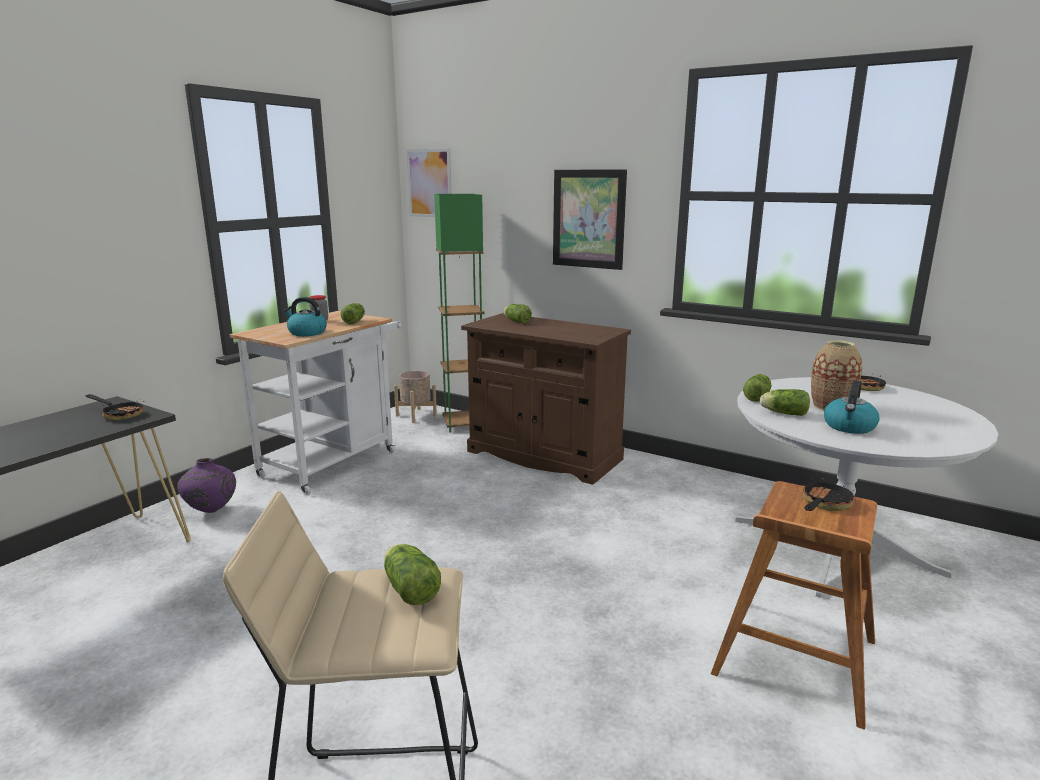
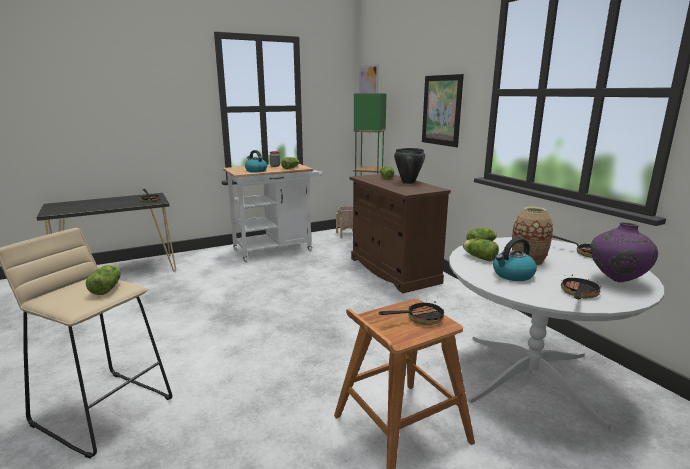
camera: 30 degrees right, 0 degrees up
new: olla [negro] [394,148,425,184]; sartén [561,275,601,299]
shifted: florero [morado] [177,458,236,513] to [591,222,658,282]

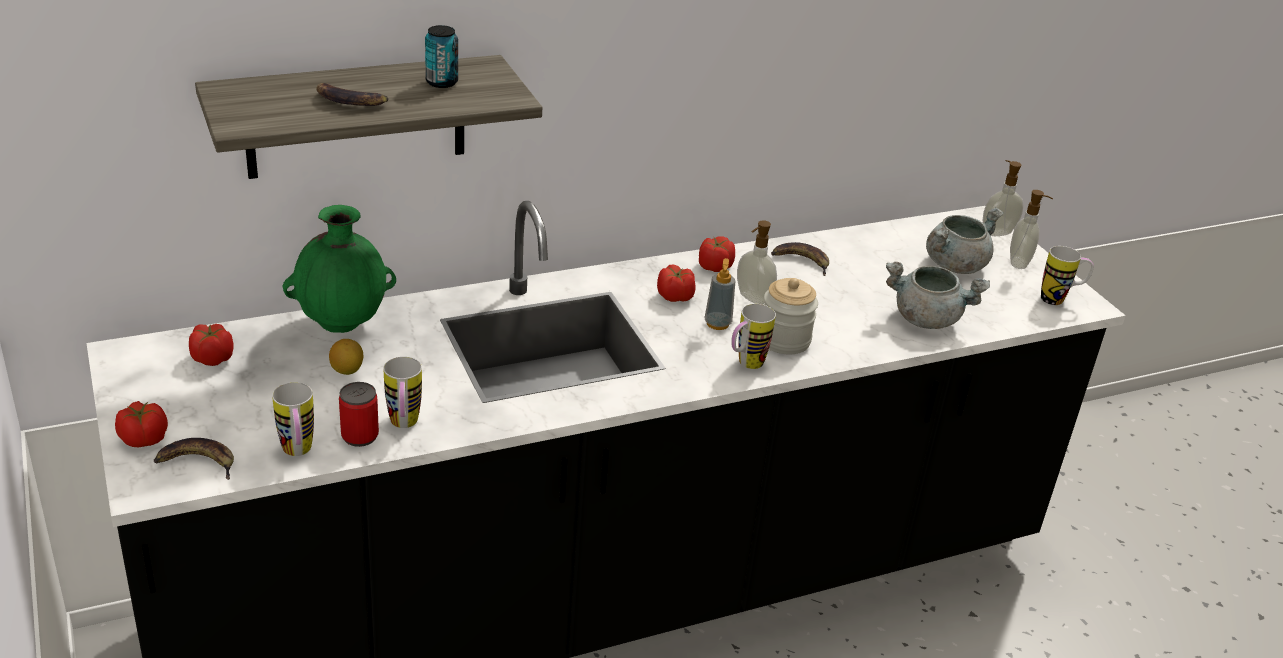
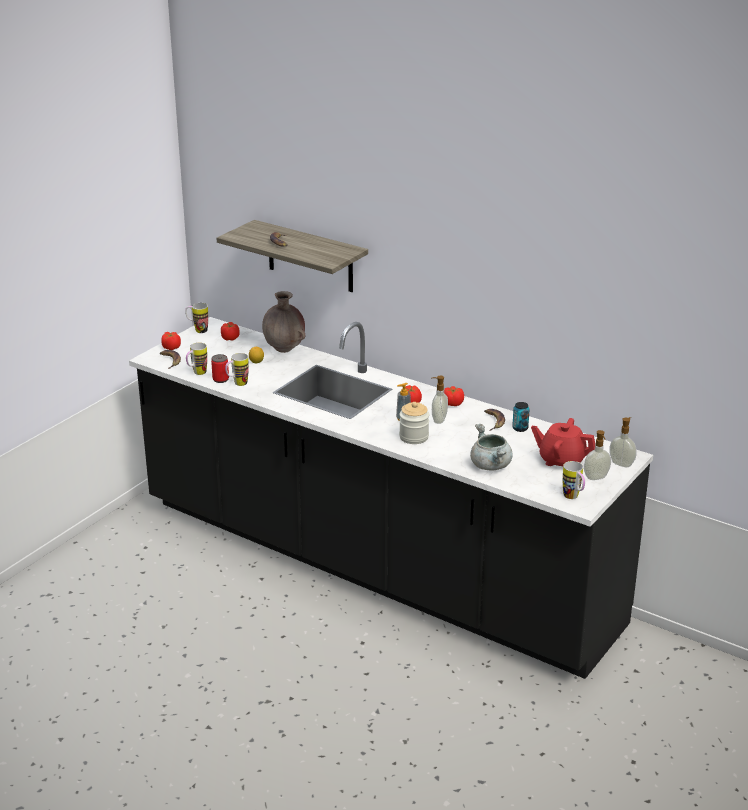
camera: 60 degrees right, 5 degrees down
shifted: lata [425,25,458,88] to [512,402,530,432]; taza grande [731,304,776,369] to [185,303,208,333]
swapped: olla [gris] [926,207,1004,274] to tetera [rojo] [531,418,595,466]
repainted: florero [verde] [282,205,396,333] to florero [marrón] [262,291,306,353]

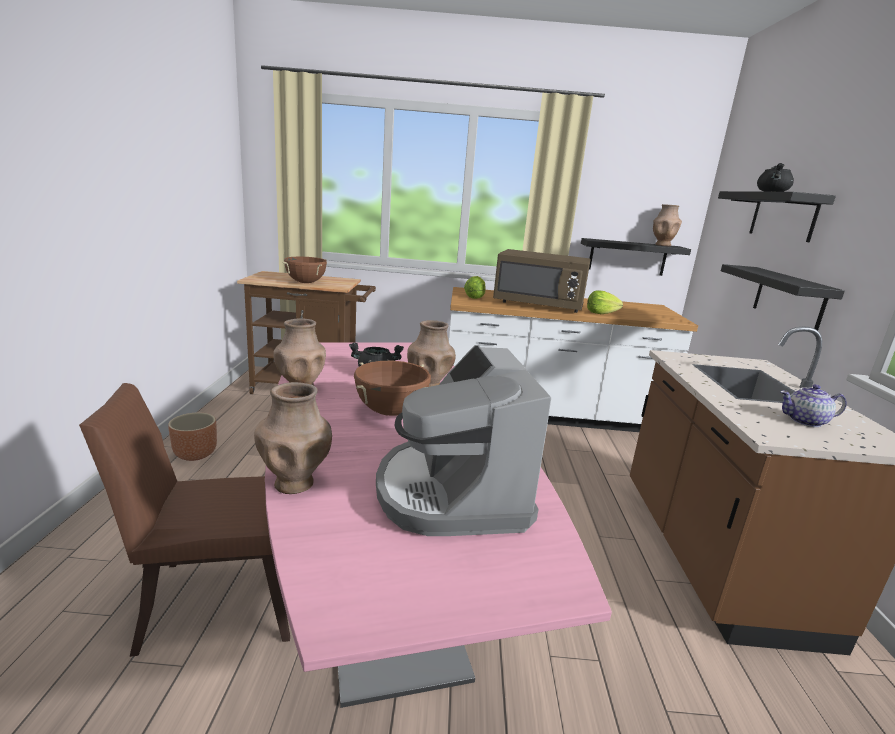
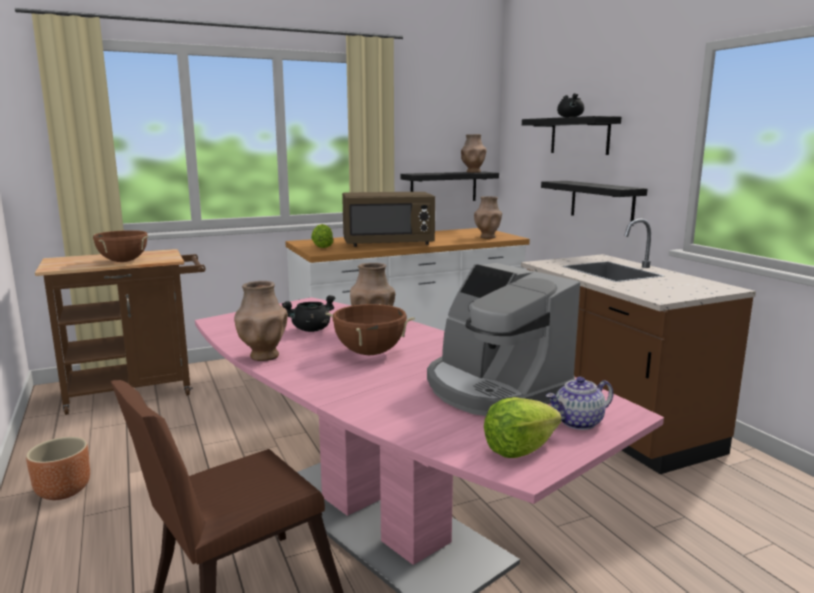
camera: 25 degrees left, 5 degrees down
shifted: florero [marrón] [254,382,332,494] to [474,196,502,239]; lechuga [587,290,623,314] to [484,397,562,458]; tetera [780,384,847,427] to [546,377,613,430]

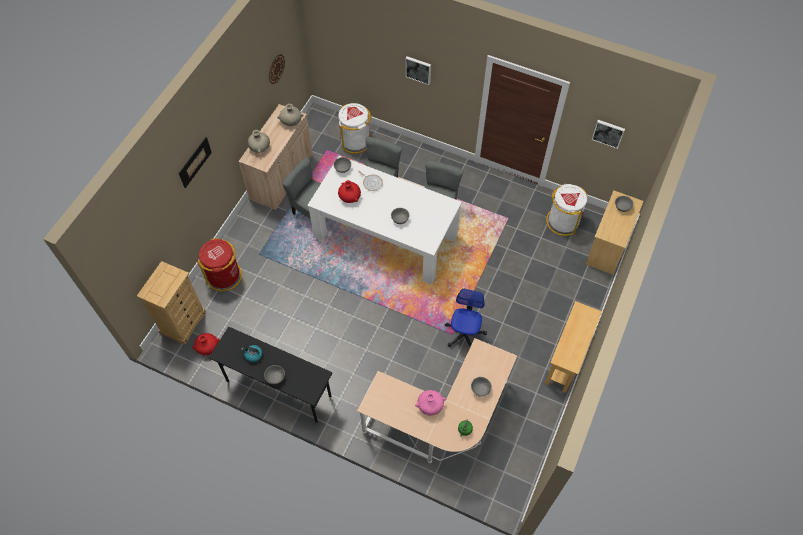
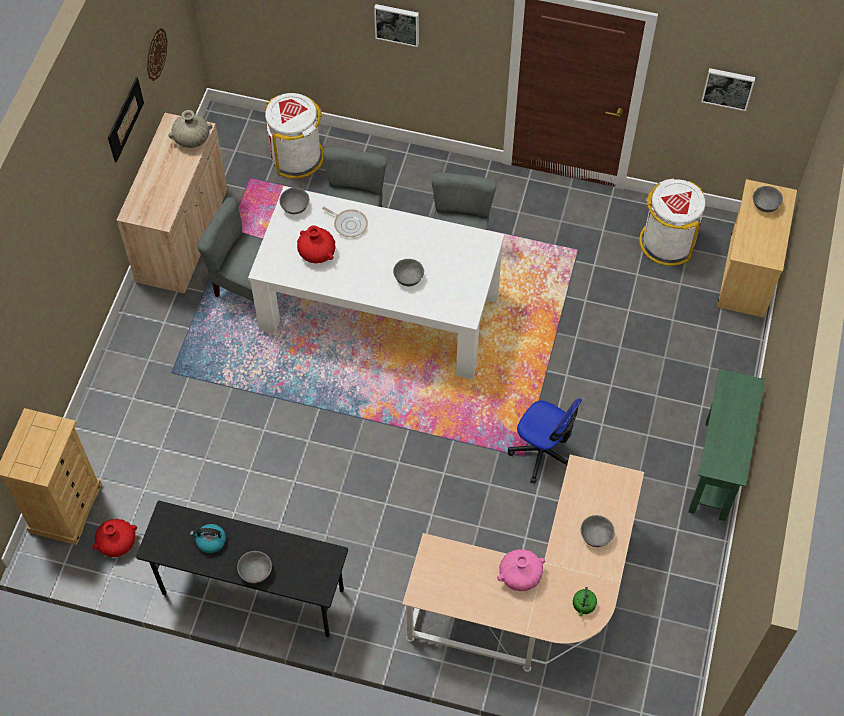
camera: 10 degrees left, 0 degrees up
gone: papelera [rojo] [197,238,242,292]; florero [beis] [248,130,270,153]
shifted: cuadro [179,137,212,188] to [108,77,144,163]
repainted: mesa consola [beis] [545,301,602,393] to mesa consola [verde] [688,369,765,521]
rotated: silla de oficina [445,289,487,347] = [508,398,582,484] 120 degrees clockwise

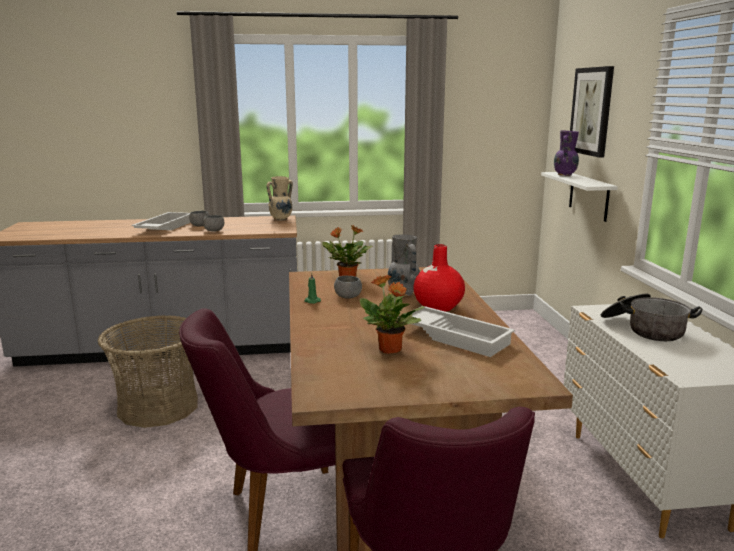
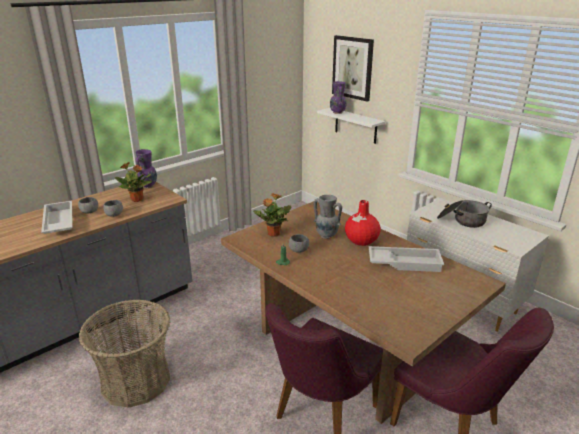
camera: 35 degrees left, 10 degrees up
shifted: planta en maceta [360,275,425,354] to [115,162,152,202]
repainted: florero [beis] [267,176,293,221] to florero [morado] [136,149,157,188]

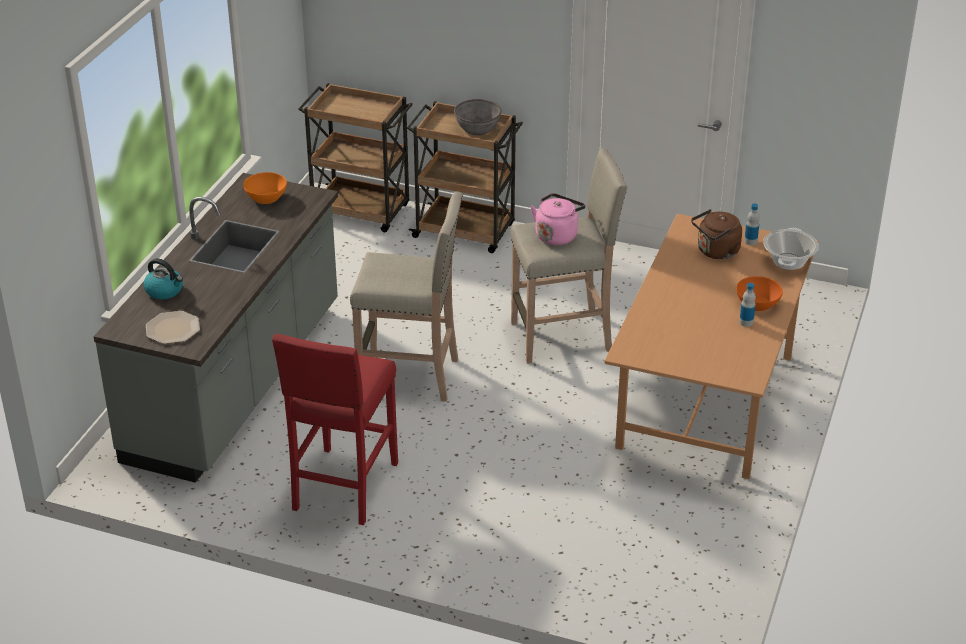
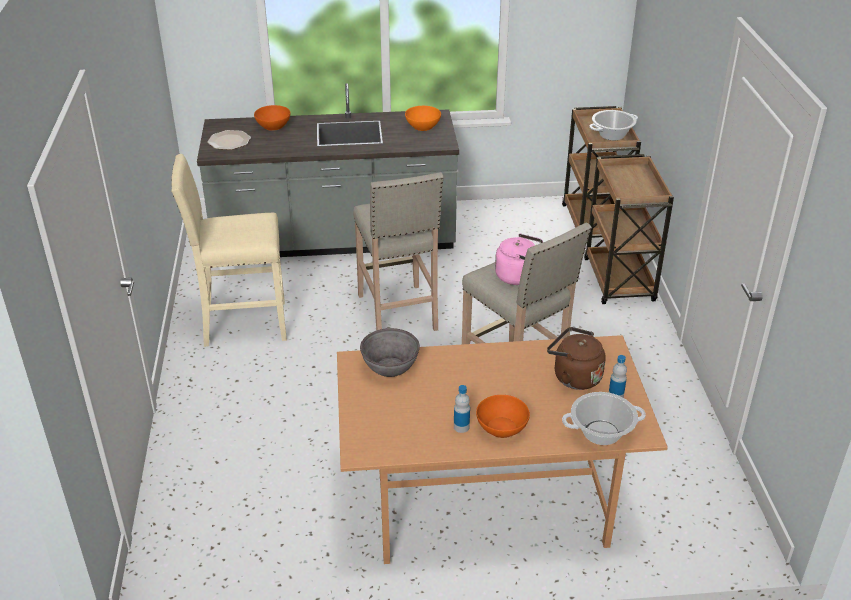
camera: 65 degrees right, 0 degrees up
new: olla [589,110,638,140]
shifted: cuenco [gris] [454,99,501,135] to [360,328,420,377]
swapped: hervidor [144,258,183,299] to cuenco [naranja] [254,105,291,131]
repainted: taburete [rojo] [272,334,398,525] to taburete [beis] [171,154,287,347]

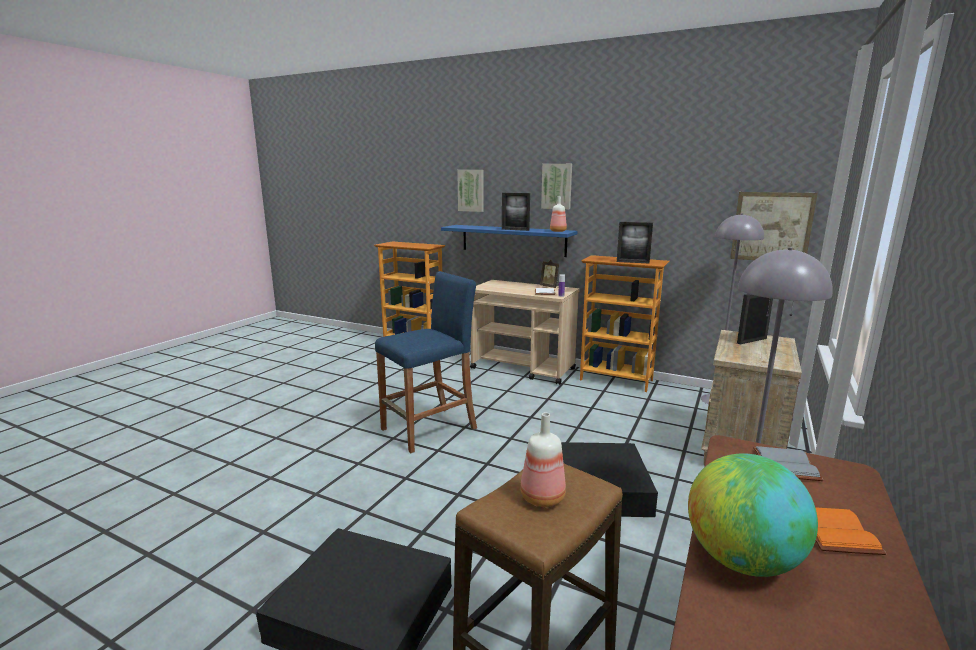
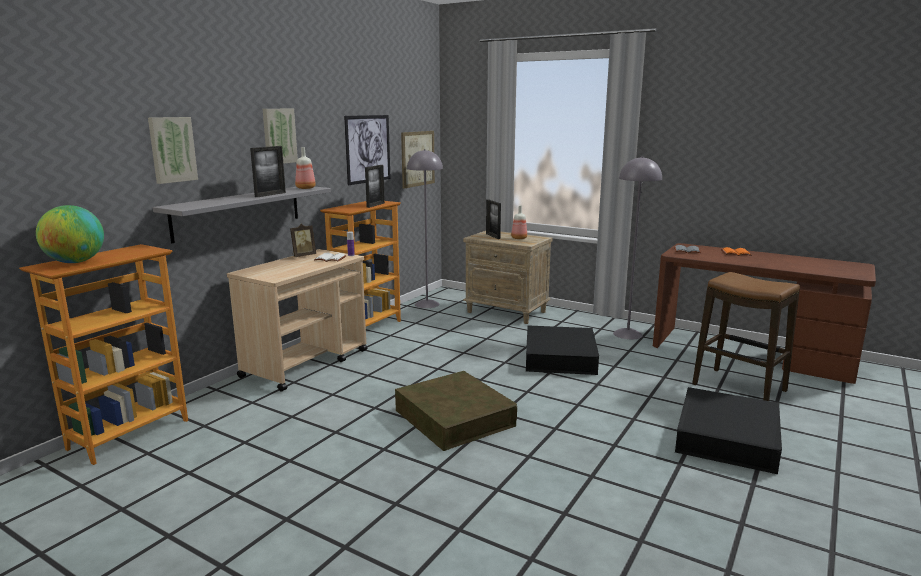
camera: 85 degrees left, 0 degrees up
new: cuadro [344,115,391,185]
shifted: botella [520,412,566,507] to [511,205,527,239]; globo terráqueo [688,453,818,577] to [36,205,104,263]
swapped: taburete [azul] [375,271,477,453] to caja de almacenaje [marrón] [395,371,517,451]
repainted: estante [azul] [441,225,578,257] to estante [gris] [153,187,331,243]

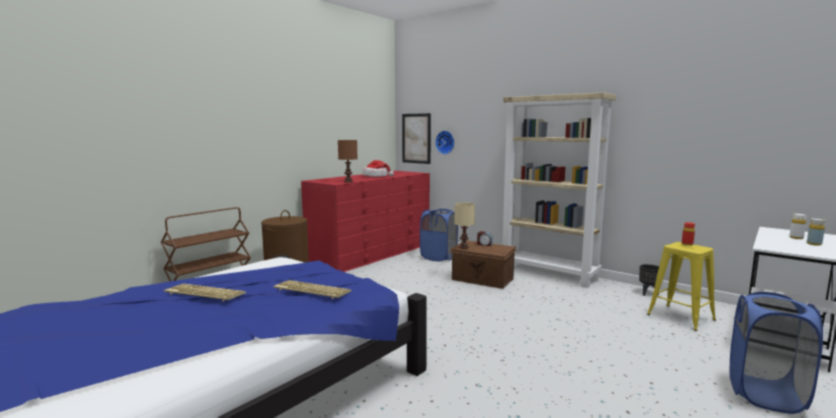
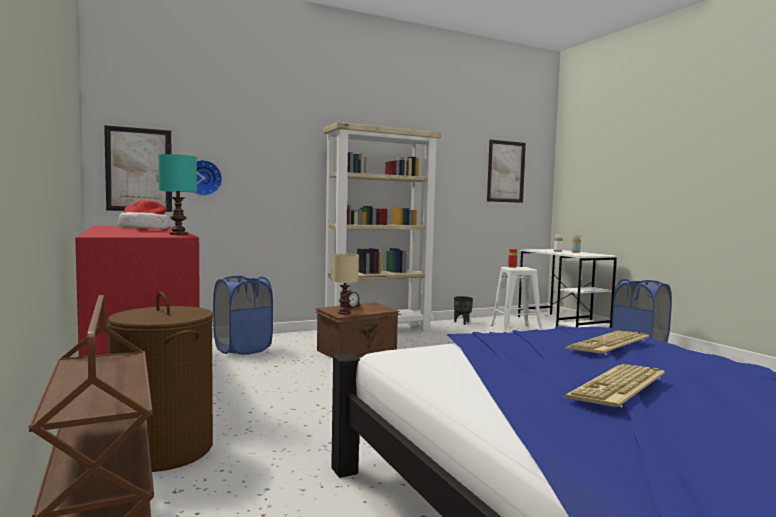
camera: 65 degrees left, 5 degrees down
new: cuadro [487,140,526,203]
repainted: lámpara de mesa [marrón] [338,140,357,183] to lámpara de mesa [turquesa] [158,154,197,235]; taburete [amarillo] [647,242,716,331] to taburete [blanco] [491,267,542,333]

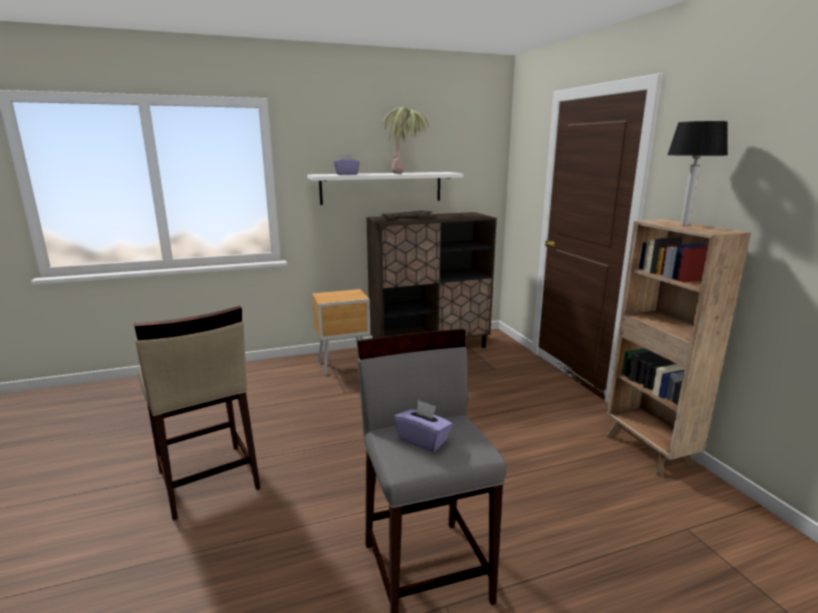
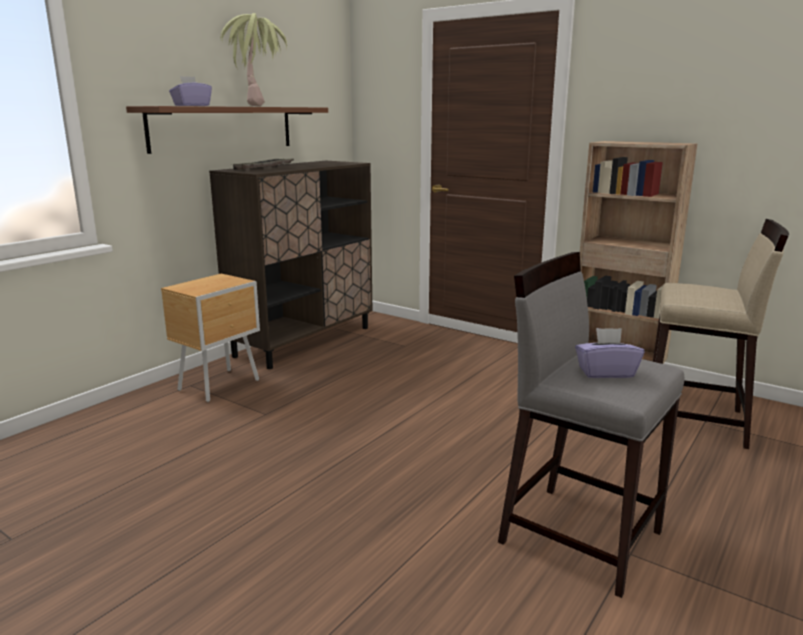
camera: 35 degrees left, 0 degrees up
gone: lámpara de mesa [667,121,728,226]
shifted: taburete [beis] [134,306,261,521] to [653,219,789,449]
repainted: estante [blanco] [307,172,464,205] to estante [marrón] [126,106,328,154]

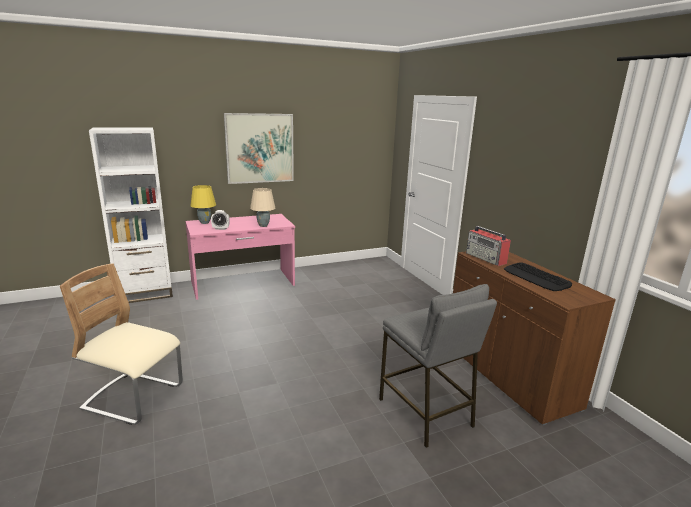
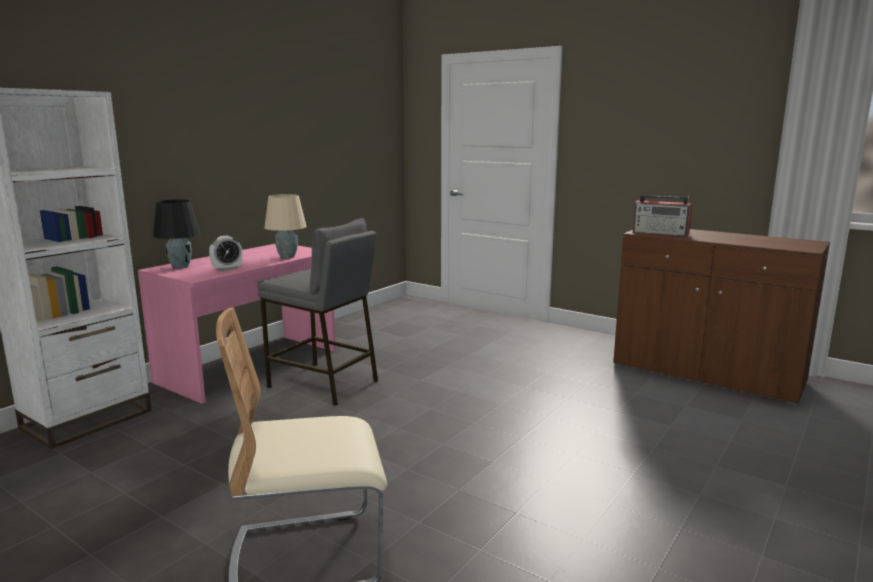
camera: 30 degrees left, 5 degrees down
gone: cuadro [224,113,294,184]; teclado [504,262,572,291]
shifted: taburete [gris] [379,284,497,448] to [257,218,378,406]
repainted: lámpara de mesa [amarillo] [190,185,216,224] to lámpara de mesa [negro] [153,199,201,269]

